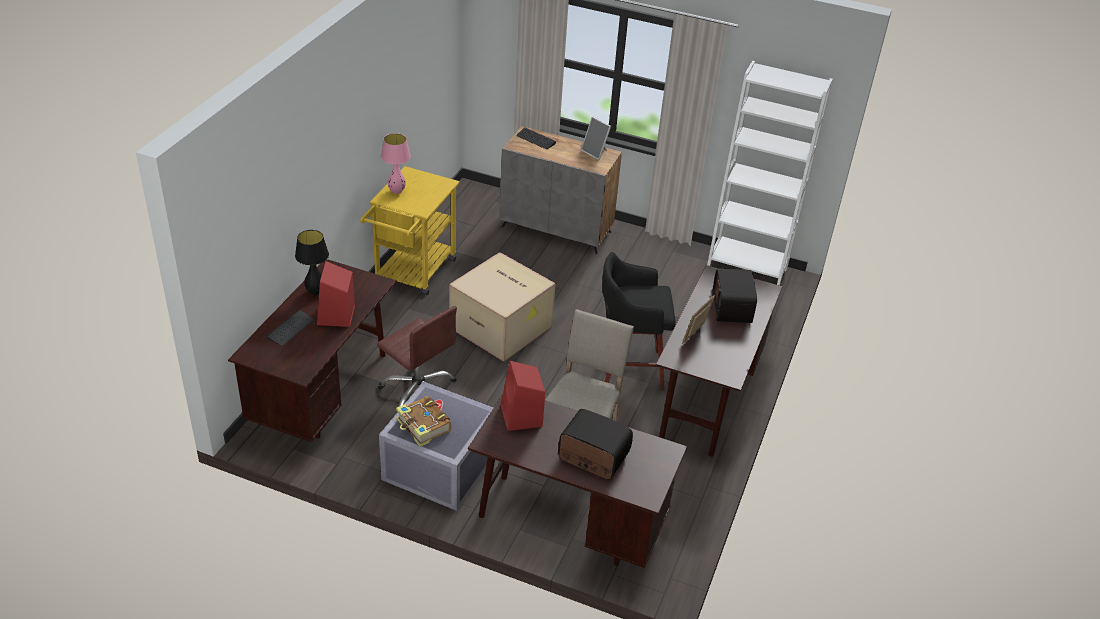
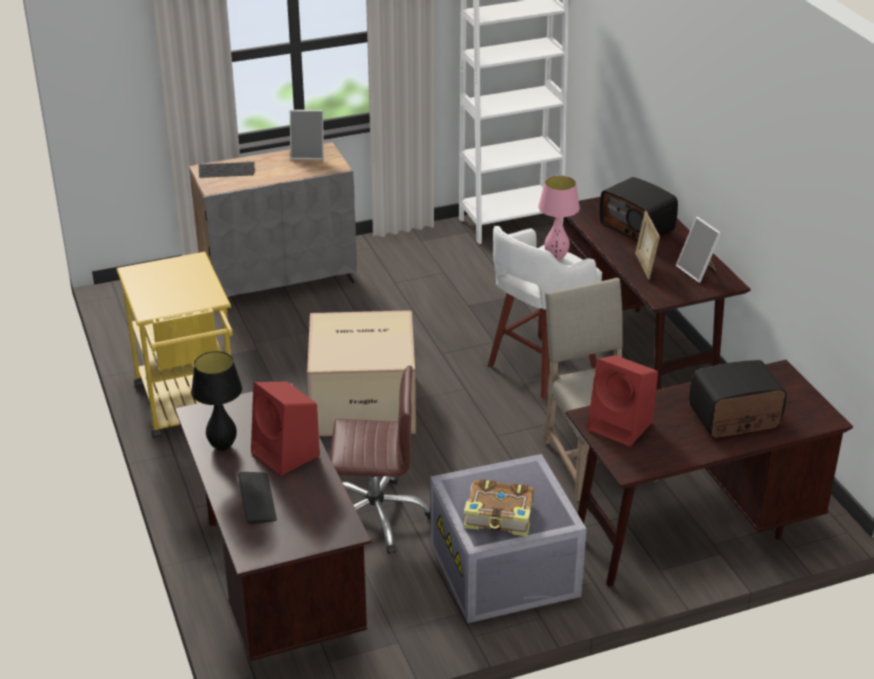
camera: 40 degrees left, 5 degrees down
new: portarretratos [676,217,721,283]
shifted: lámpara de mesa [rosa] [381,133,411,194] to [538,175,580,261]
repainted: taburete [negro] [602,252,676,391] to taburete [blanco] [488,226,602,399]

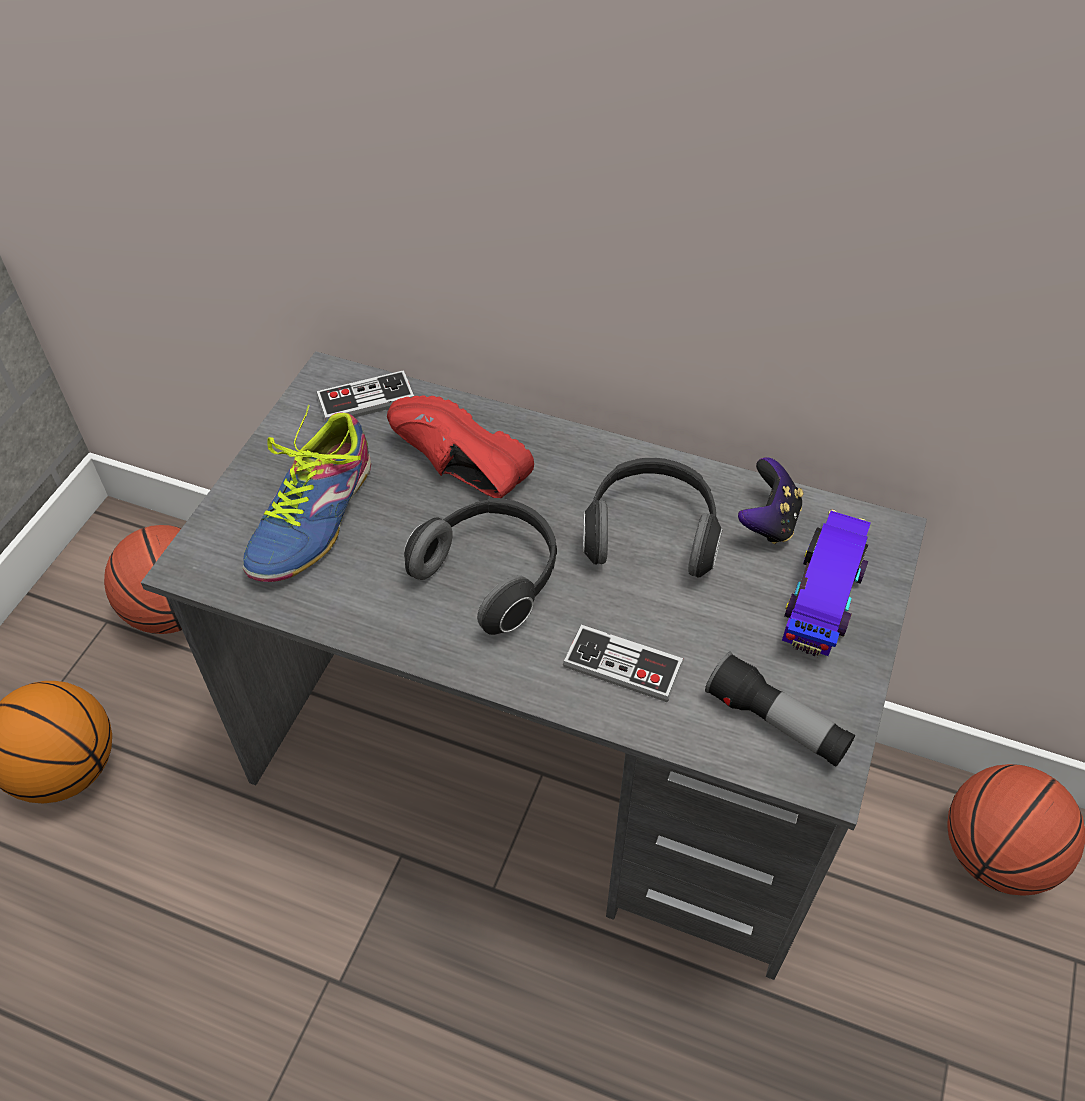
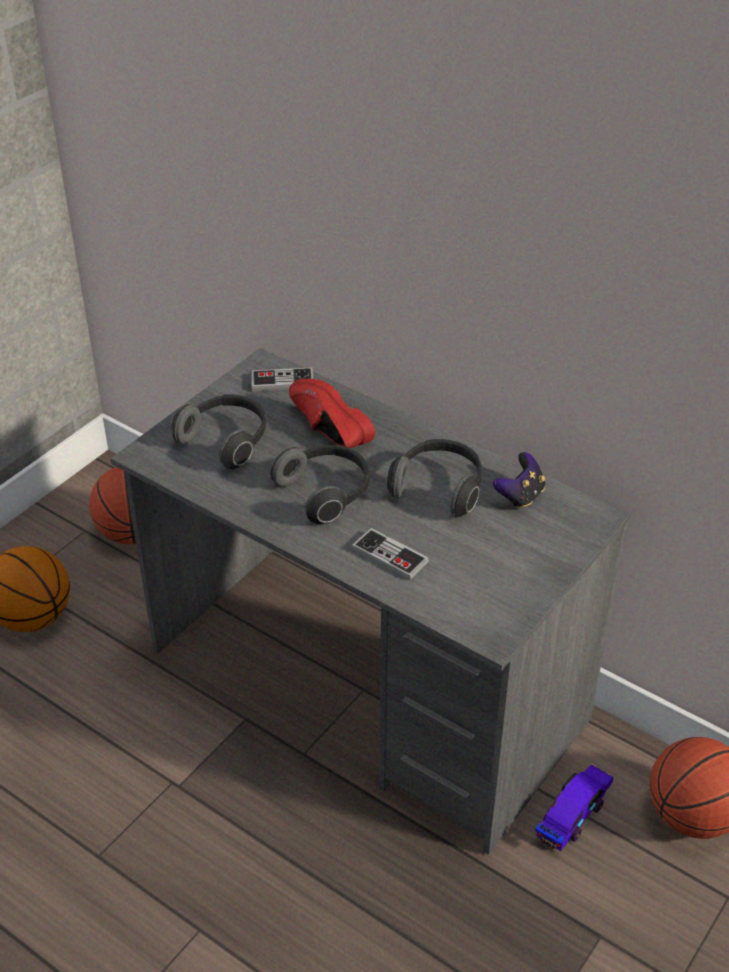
camera: 15 degrees right, 10 degrees down
gone: linterna [705,652,855,767]
shifted: coche de juguete [782,509,871,657] to [535,764,613,851]
swapped: zapato [243,405,371,582] to auriculares [171,394,267,469]

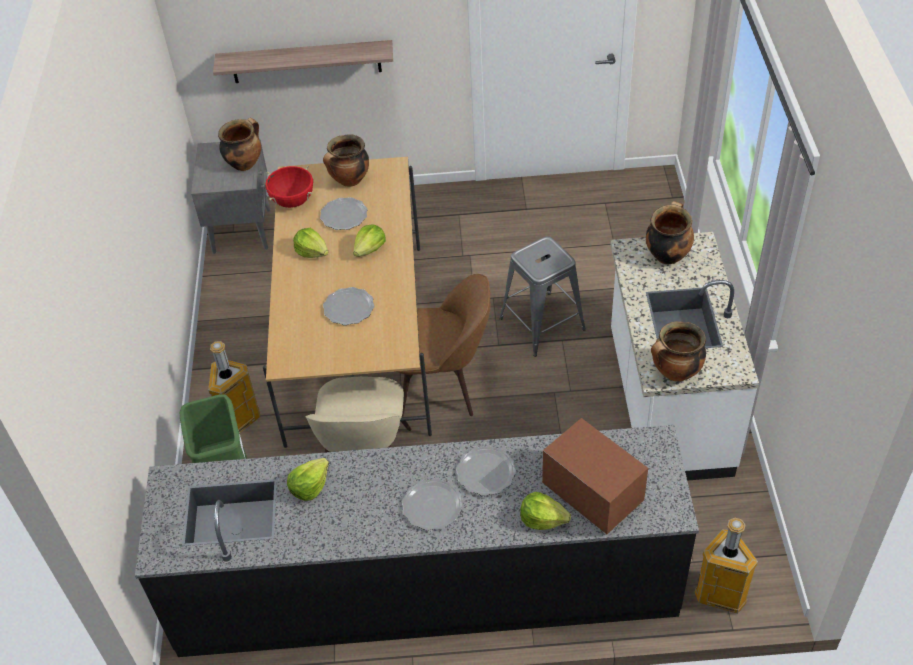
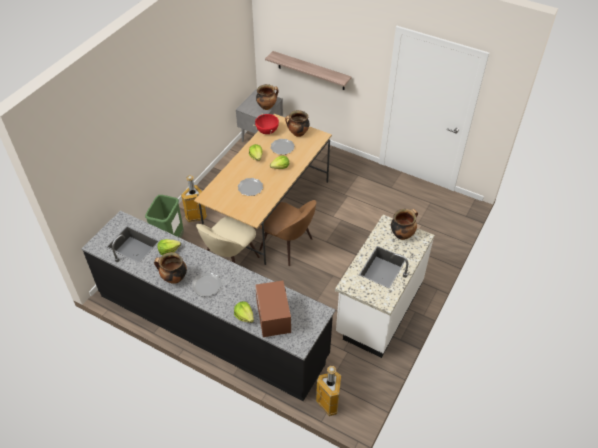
camera: 30 degrees right, 0 degrees up
gone: plato [456,446,516,496]; taburete [gris] [499,236,586,357]
shifted: olla [651,321,706,382] to [154,252,187,284]

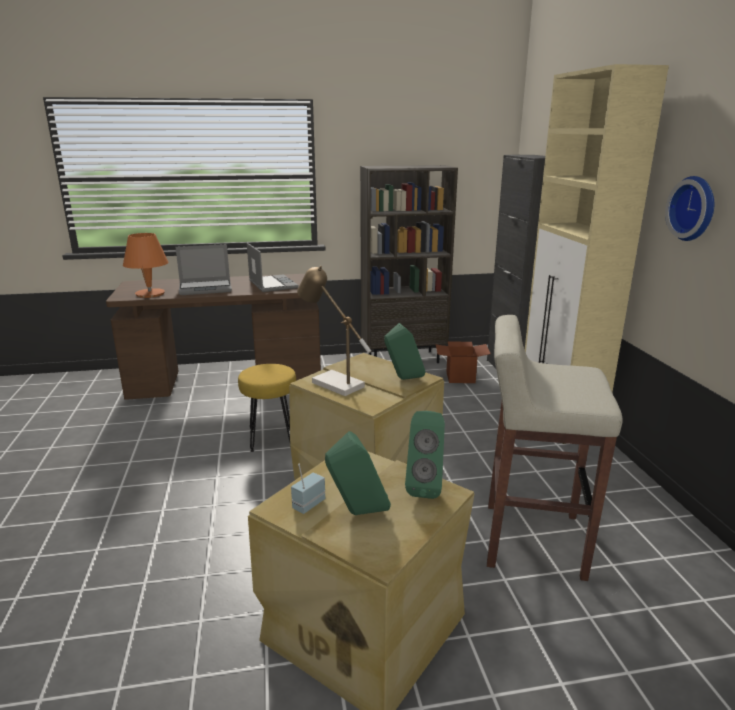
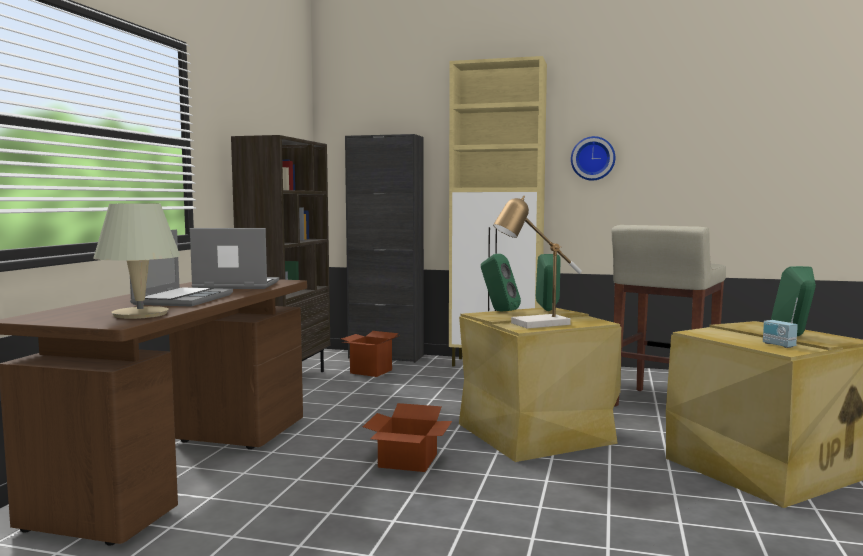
camera: 65 degrees left, 15 degrees down
shifted: altavoz [verde] [405,411,445,499] to [481,254,521,312]
swapped: taburete [amarillo] [238,364,296,452] to caja de cartón [363,403,452,472]
repainted: lámpara de mesa [naranja] [123,233,169,298] to lámpara de mesa [beis] [93,204,180,319]

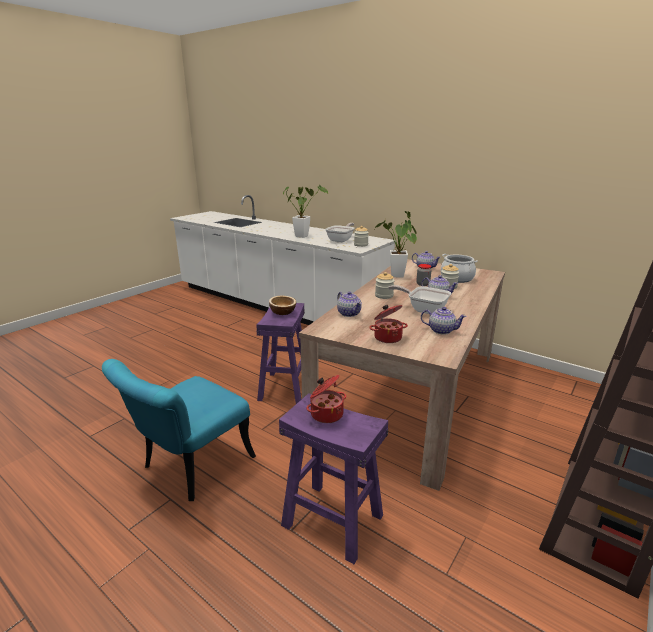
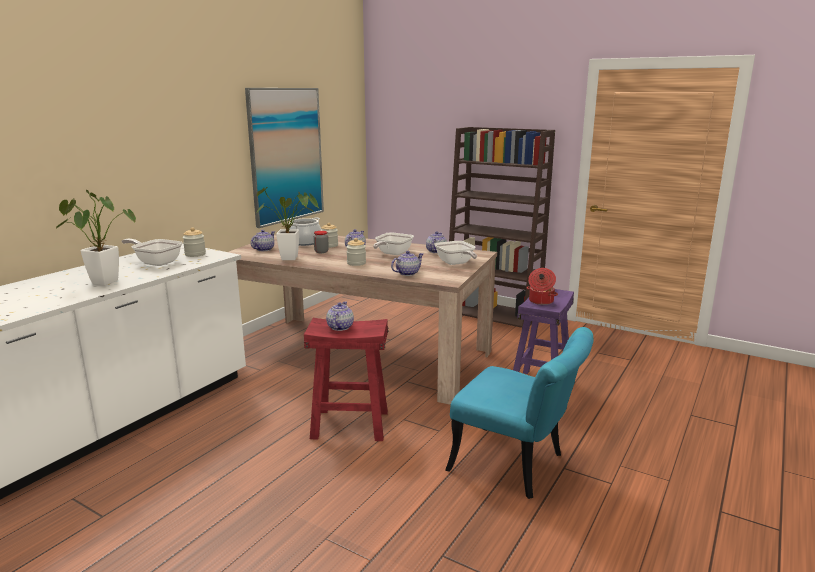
camera: 95 degrees left, 5 degrees down
new: cuadro [245,88,324,228]
swapped: cuenco [269,296,296,315] to tetera [326,301,354,331]; olla [369,305,408,343] to sartén [434,241,477,265]
repainted: taburete [morado] [256,303,305,404] to taburete [rojo] [304,318,389,441]

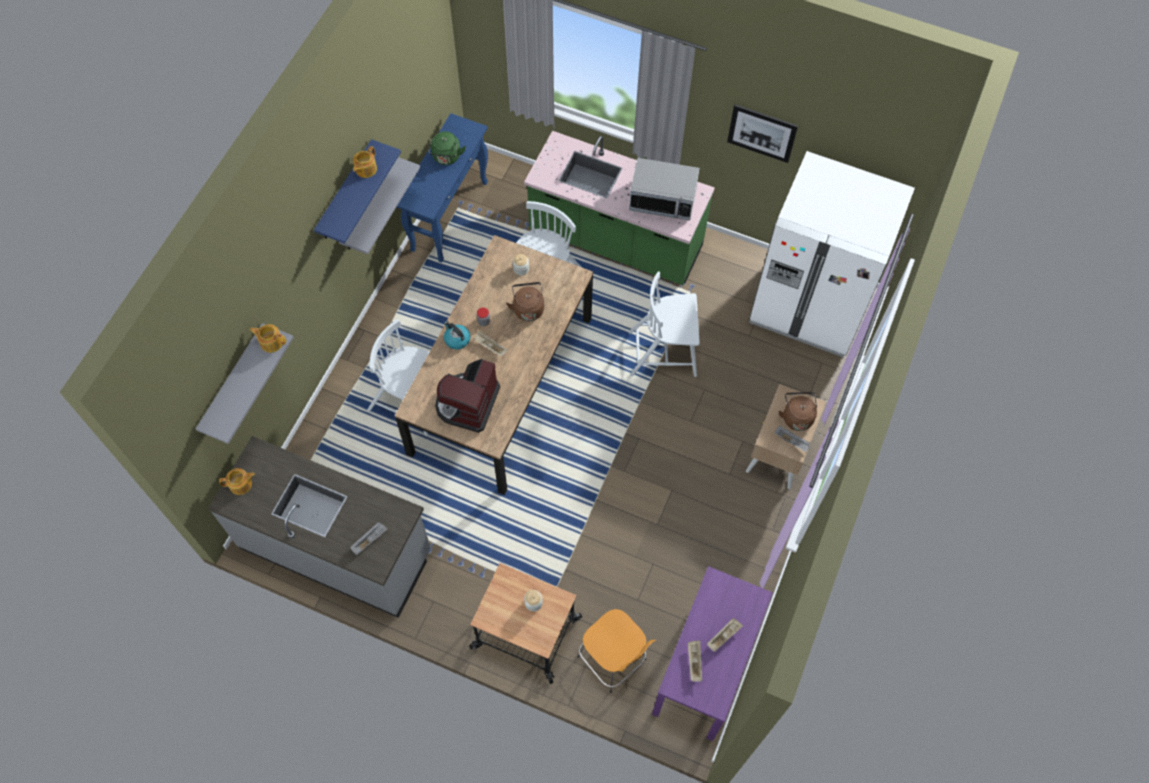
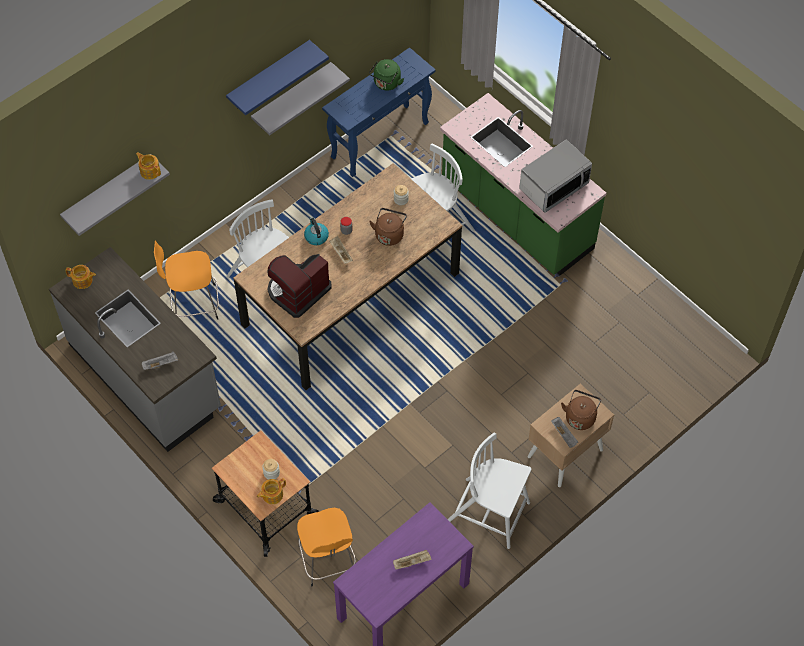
camera: 25 degrees right, 5 degrees down
gone: bandeja [beis] [688,640,702,682]; cuadro [727,104,798,163]; nevera [blanco] [749,151,915,358]
new: taburete [naranja] [154,240,219,320]
shifted: tetera [353,146,377,178] to [257,478,286,504]; silla [blanco] [628,272,700,377] to [447,432,531,549]
rotated: microondas [629,158,700,221] = [519,139,592,213] 75 degrees counterclockwise

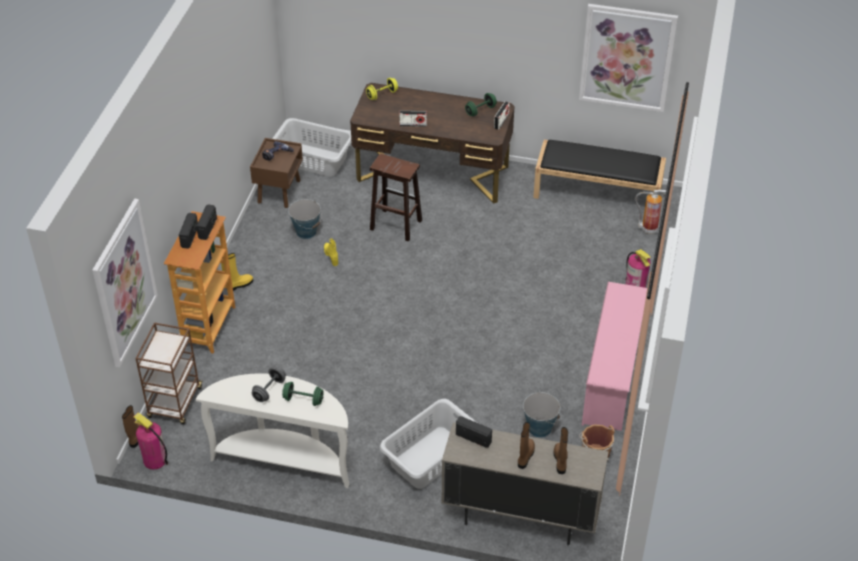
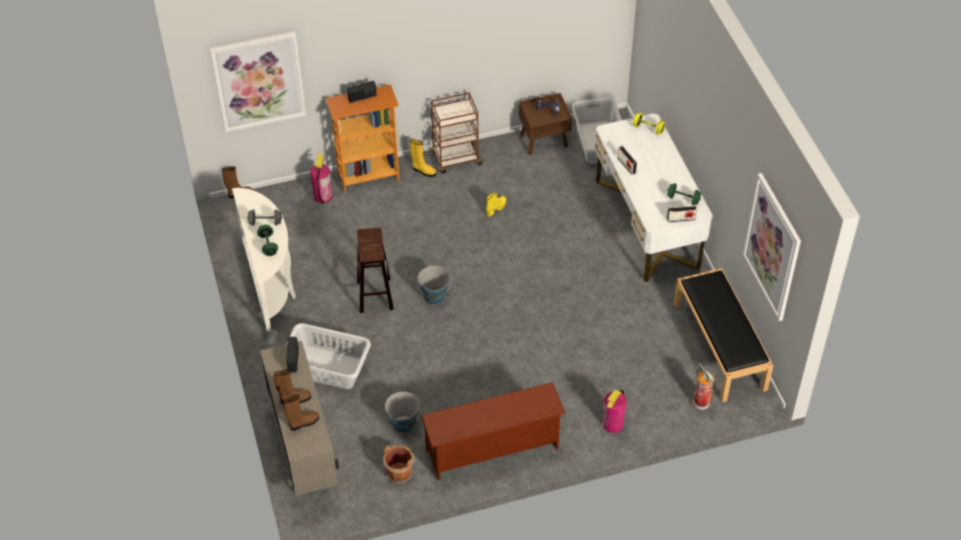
camera: 60 degrees right, 5 degrees up
gone: radio [196,204,217,240]
shifted: extintor [134,413,168,470] to [310,154,332,204]; carrito [marrón] [135,322,202,424] to [431,92,484,174]; cubo [288,199,322,239] to [417,266,450,305]; taburete [marrón] [370,153,422,241] to [357,227,394,313]
repainted: escritorio [marrón] [350,83,515,204] to escritorio [blanco] [594,113,713,282]; zapatero [rosa] [582,282,647,431] to zapatero [marrón] [421,382,566,480]

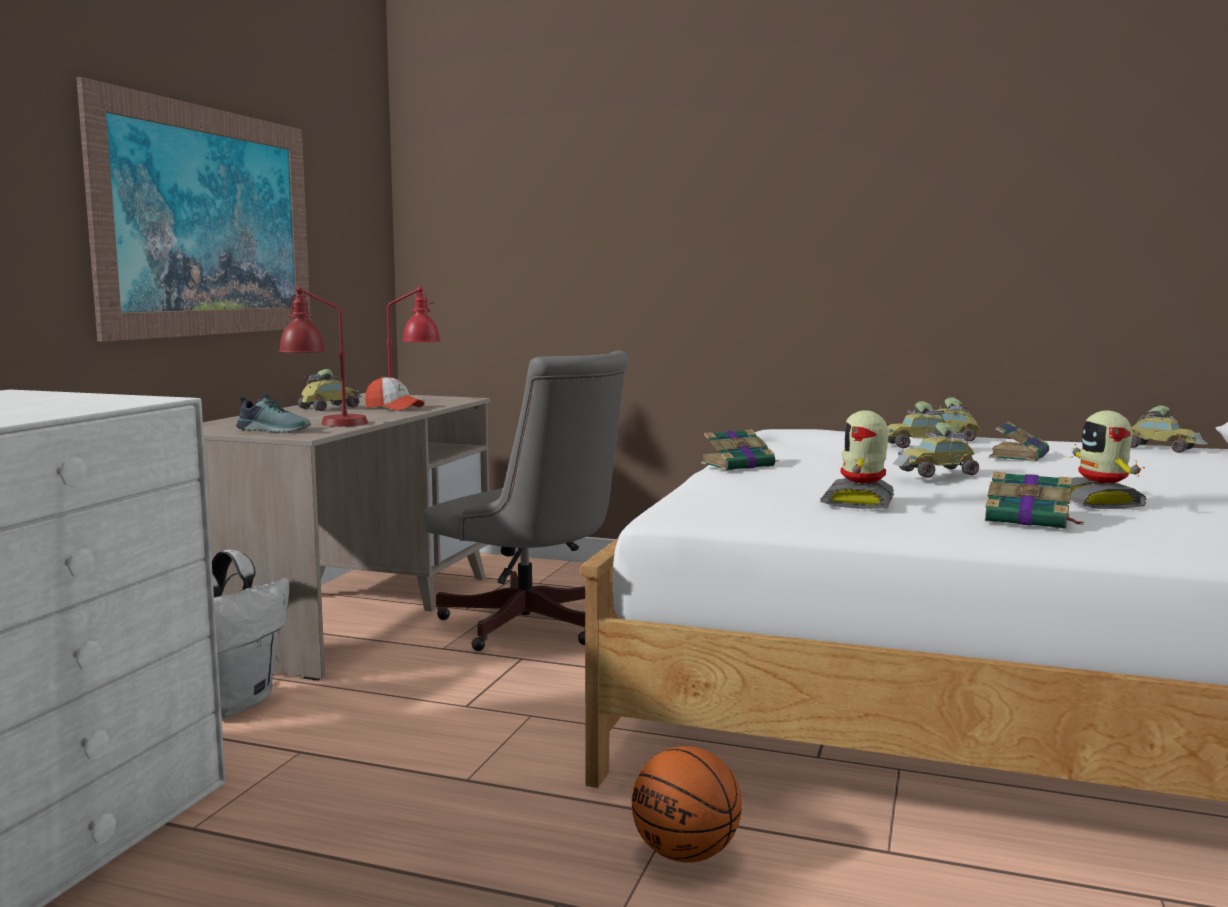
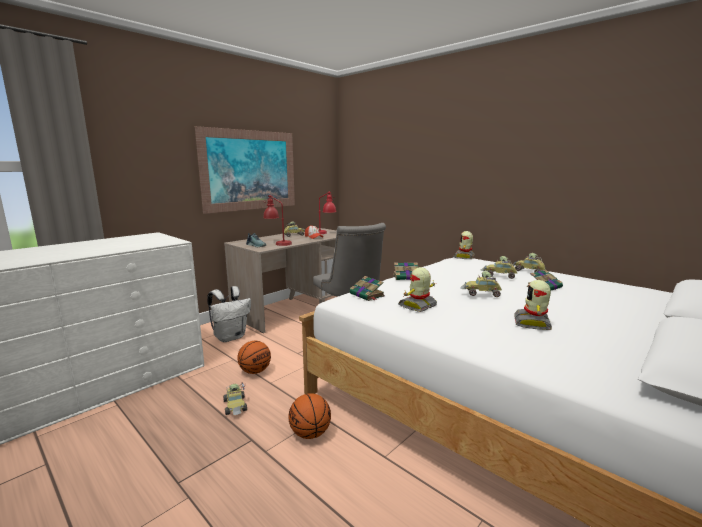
camera: 25 degrees right, 5 degrees up
new: balón de baloncesto [237,341,271,374]; robot de juguete [453,231,474,259]
shifted: libro [985,471,1084,529] to [349,276,385,301]; coche de juguete [1131,405,1208,453] to [223,382,247,415]

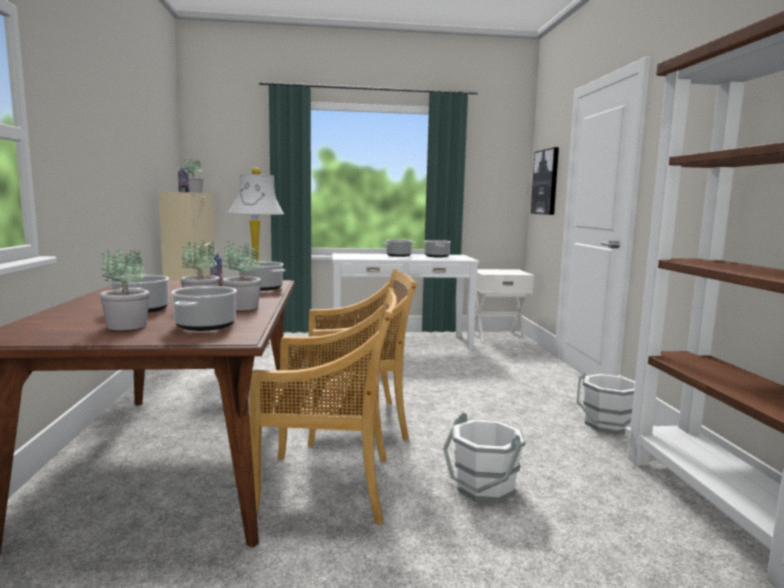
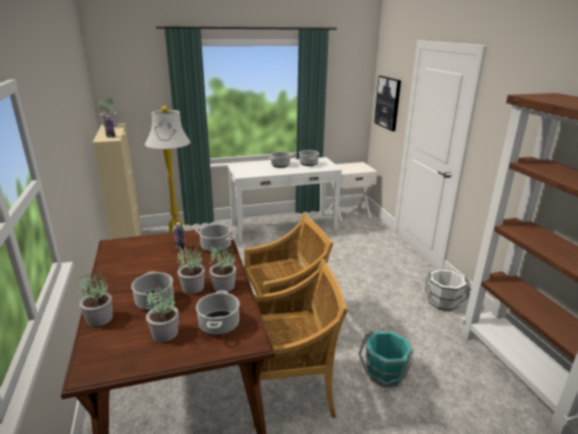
camera: 10 degrees left, 15 degrees up
new: planta en maceta [77,270,113,327]
repainted: cubo [blanco] [443,412,526,502] to cubo [turquesa] [358,330,414,387]

